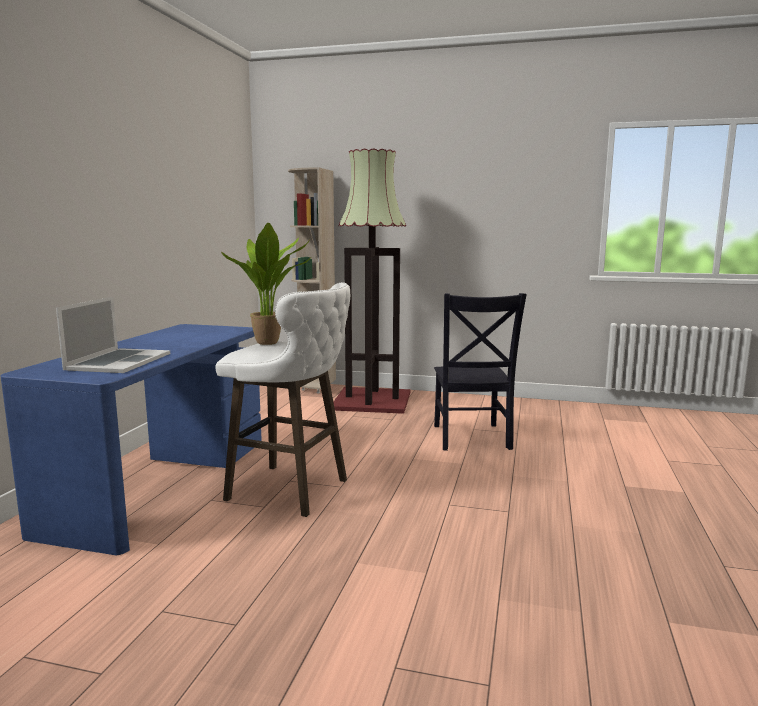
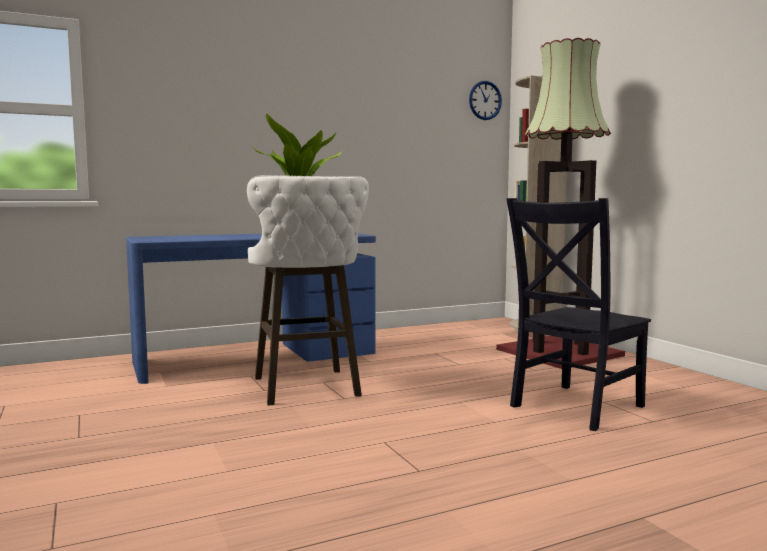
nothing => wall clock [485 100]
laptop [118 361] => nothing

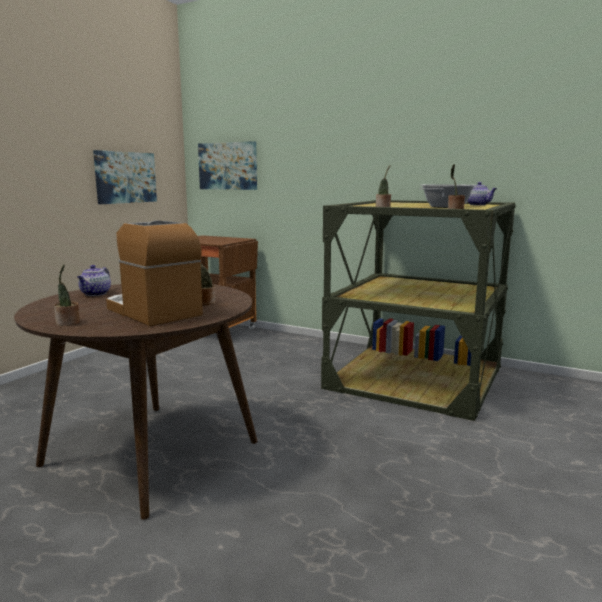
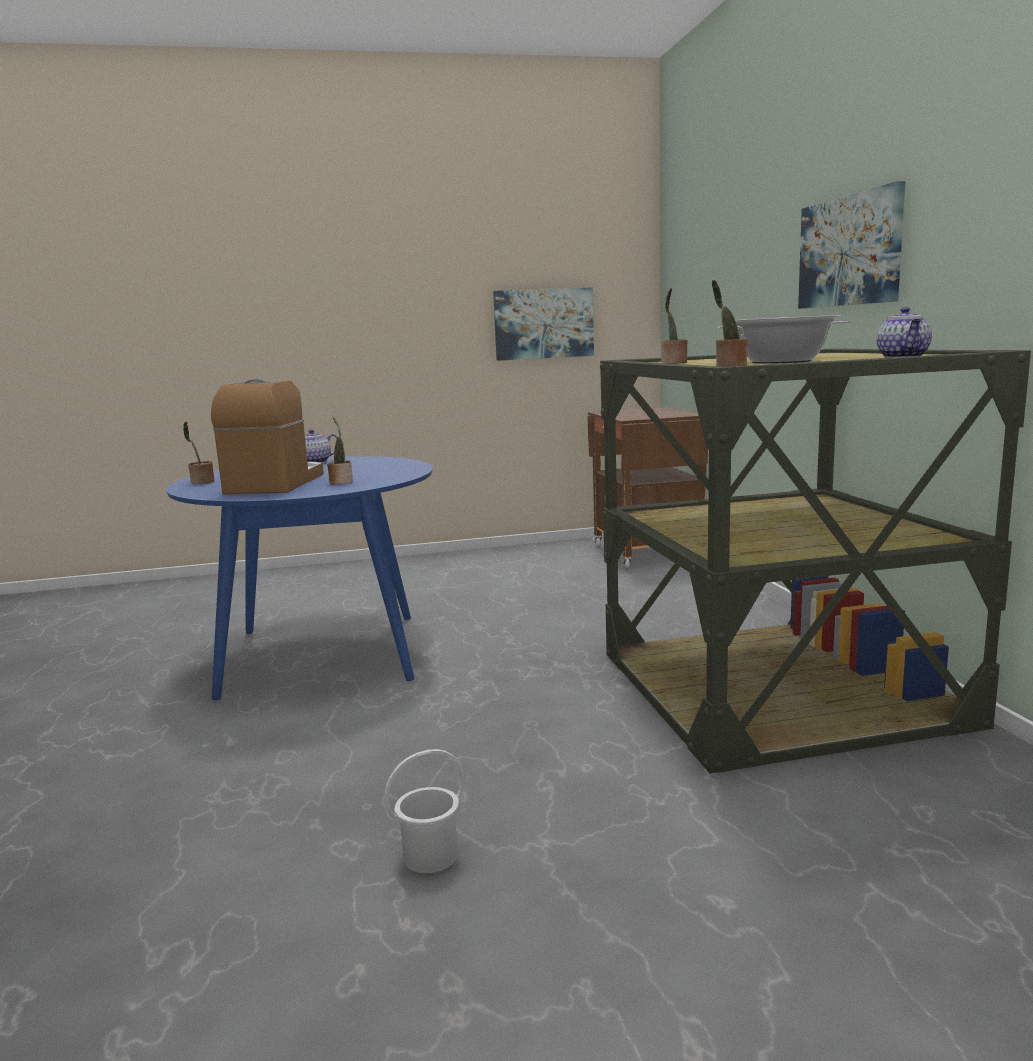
brown dining table [151 453] => blue dining table [322 654]
nothing => white bucket [431 856]
picture [228 166] => picture [850 251], shifted

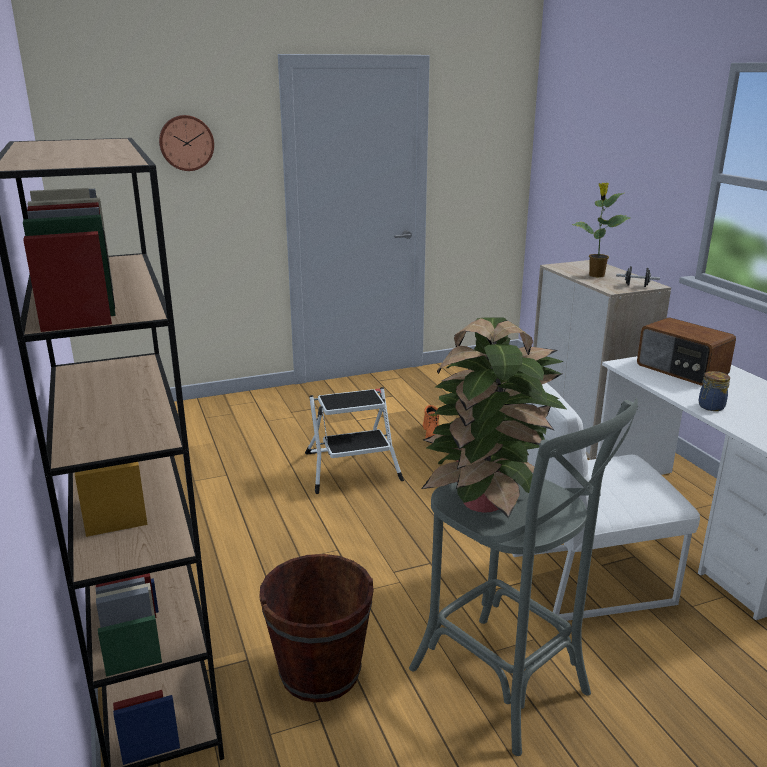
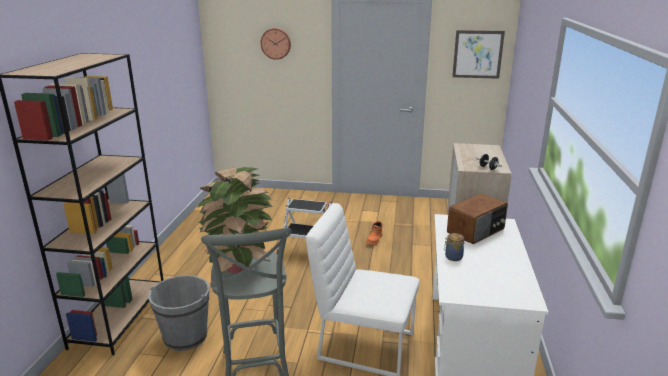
brown bucket [320 671] => grey bucket [185 337]
radio [681 370] => radio [476 231], 120 degrees counterclockwise
nothing => picture [477 54]
potted plant [596 275] => nothing

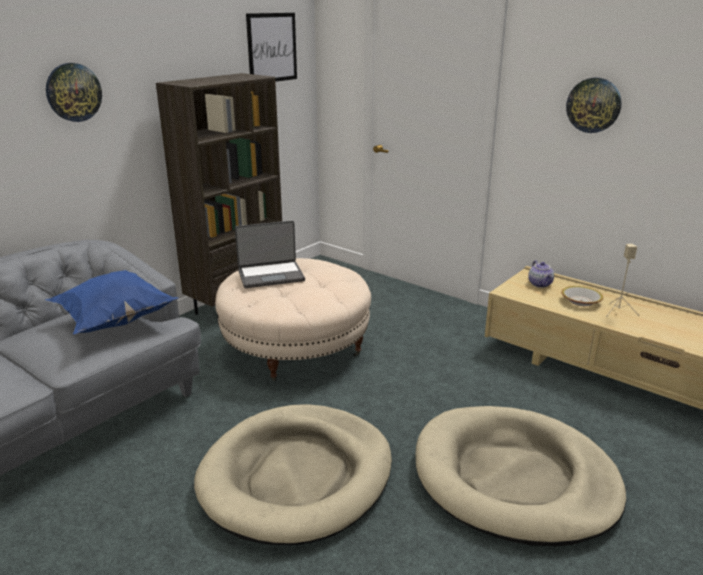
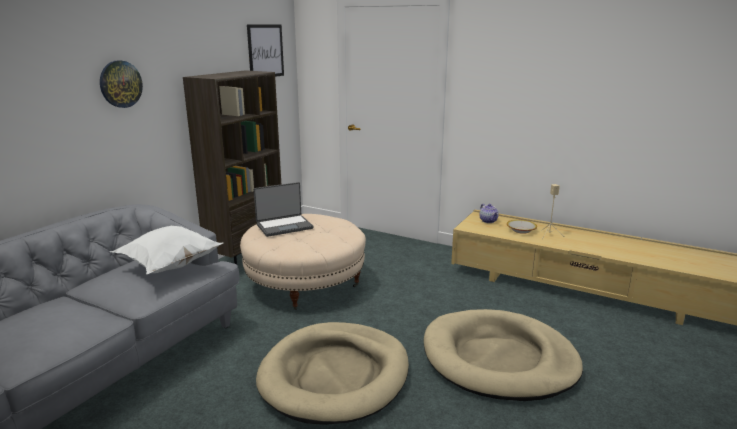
blue pillow [114 322] => white pillow [169 267]
wall clock [593 105] => nothing

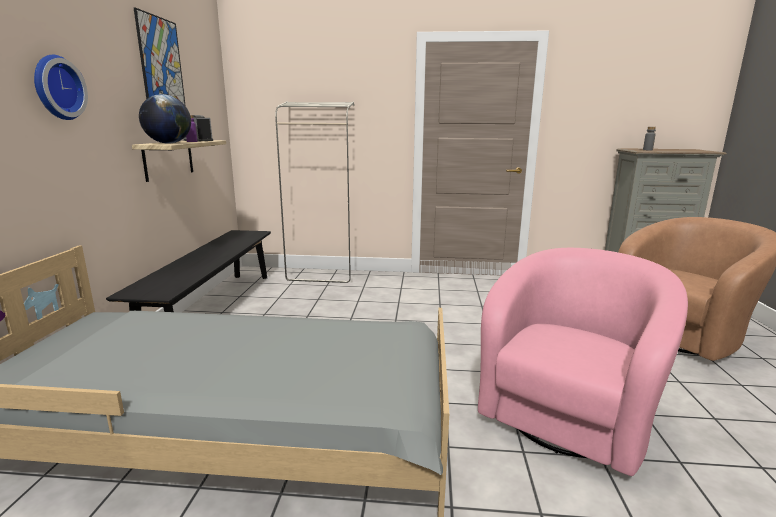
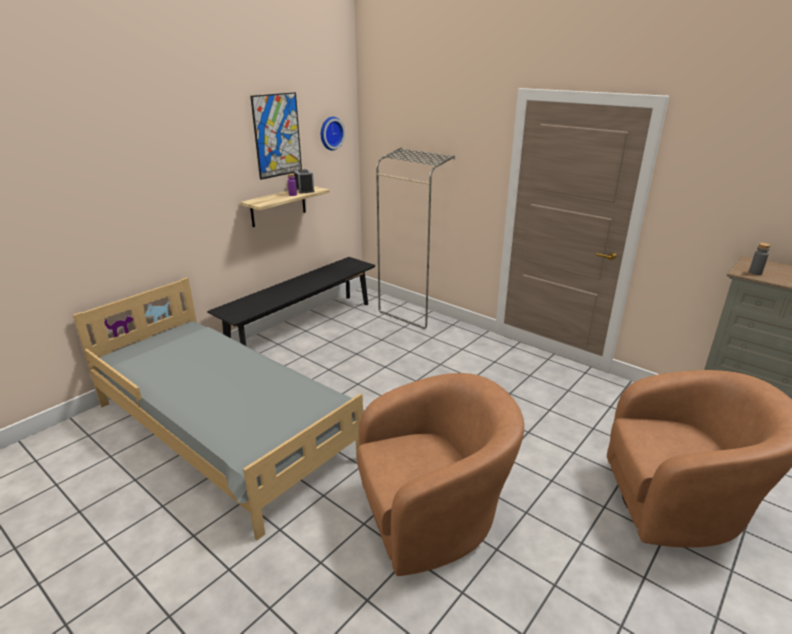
wall clock [56 88] => wall clock [330 133], shifted
pink armchair [568 415] => brown armchair [433 518]
globe [168 143] => nothing

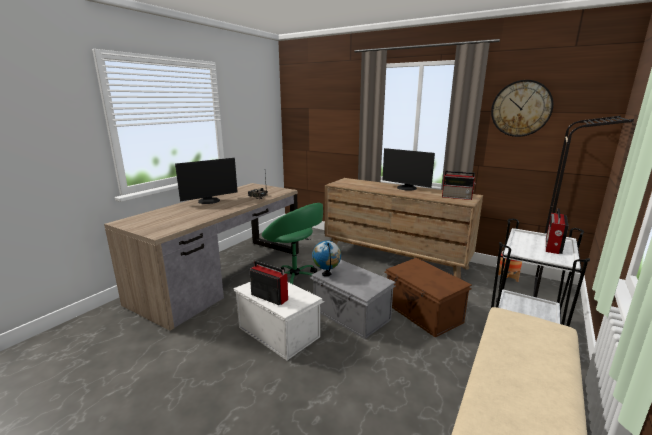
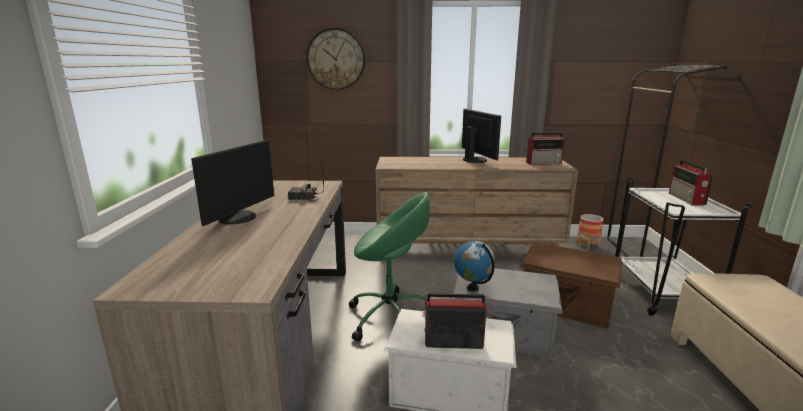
wall clock [521 108] => wall clock [336 59], shifted
monitor [406 188] => monitor [476 160], 120 degrees counterclockwise

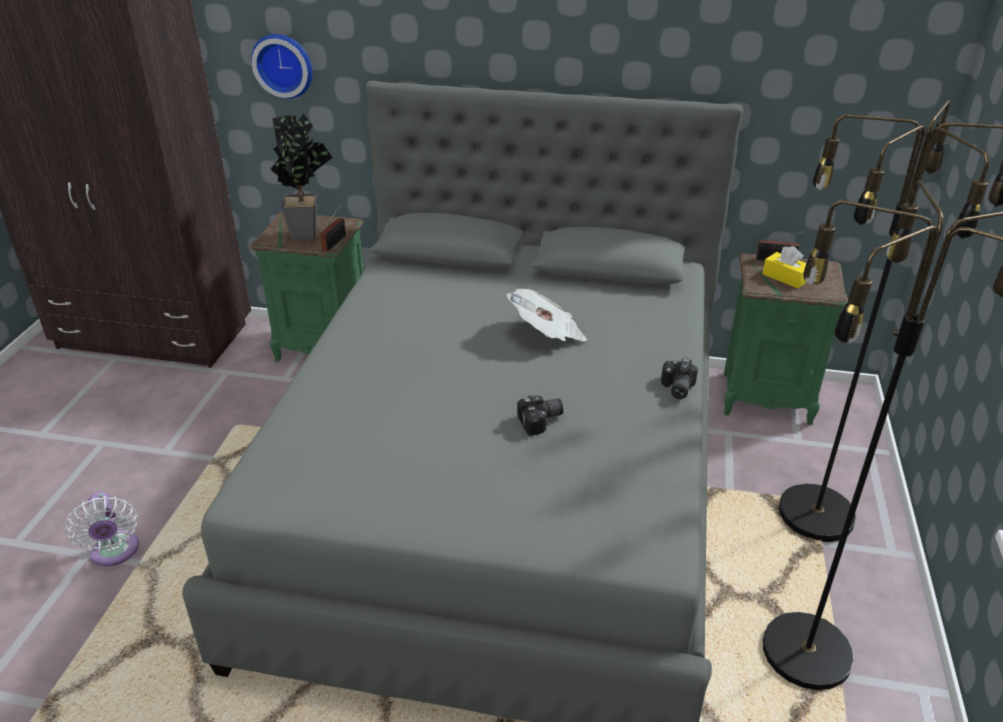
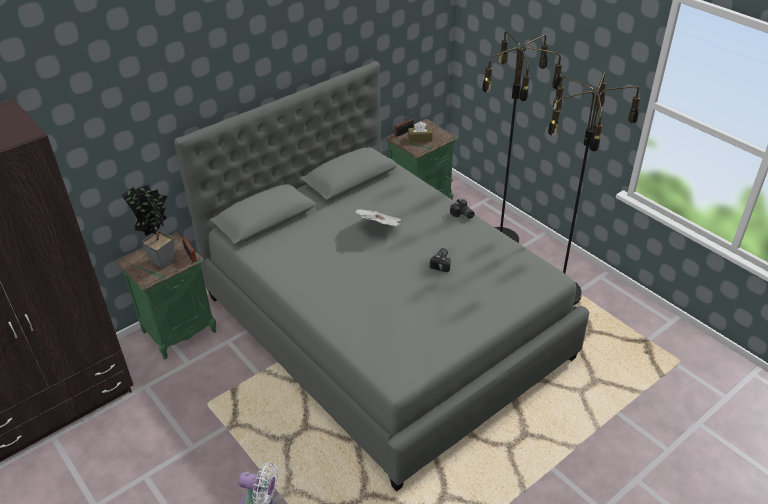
yellow tissue box [785 277] => brown tissue box [420 139]
wall clock [284 65] => nothing

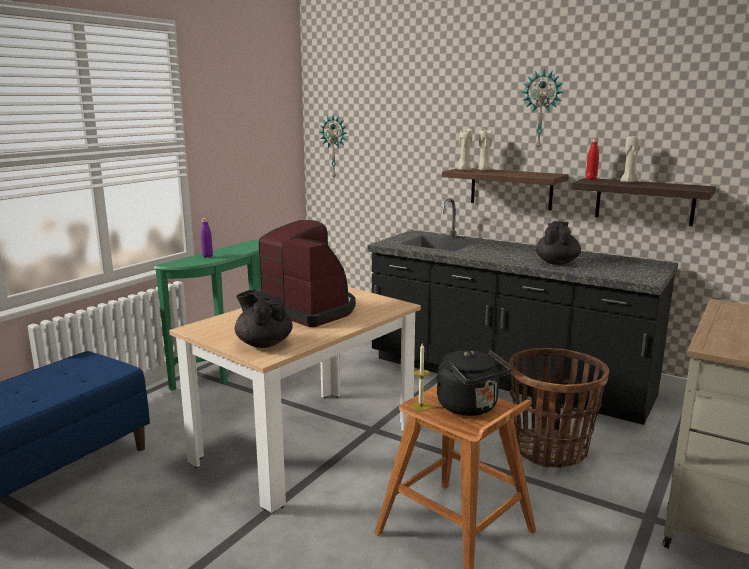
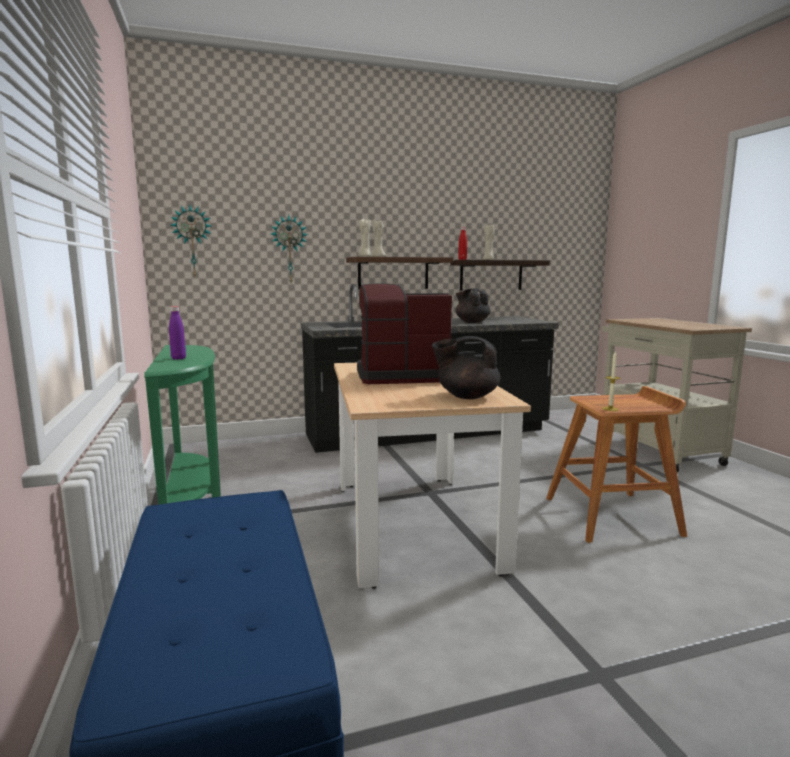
wall clock [542 110] => wall clock [289 250], shifted
black kettle [470 407] => nothing
basket [550 450] => nothing

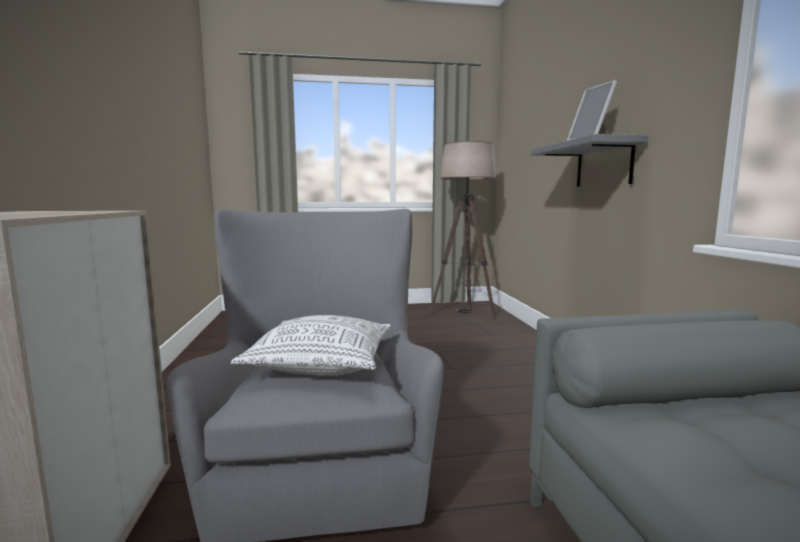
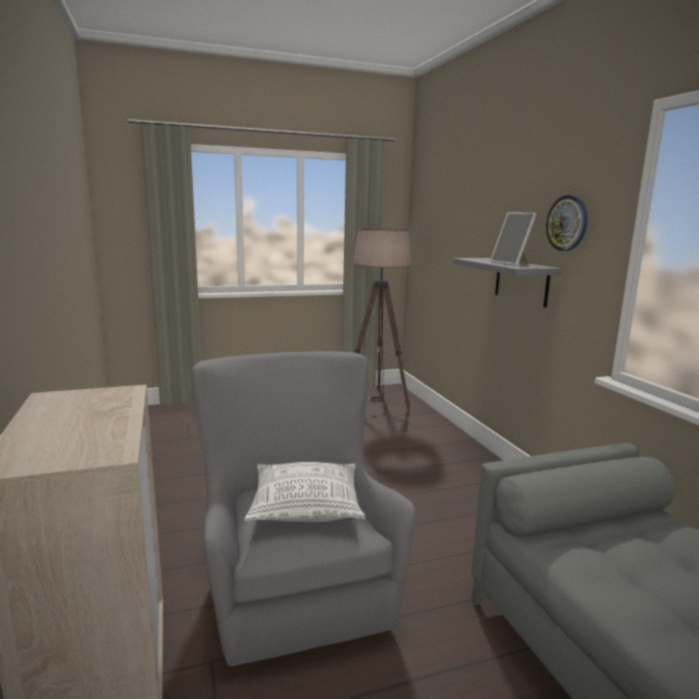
nothing => wall clock [567 223]

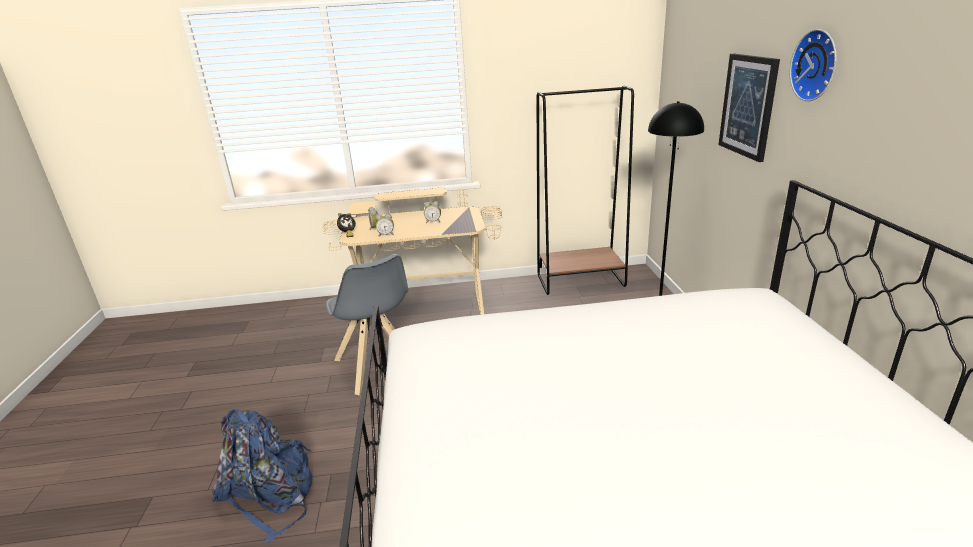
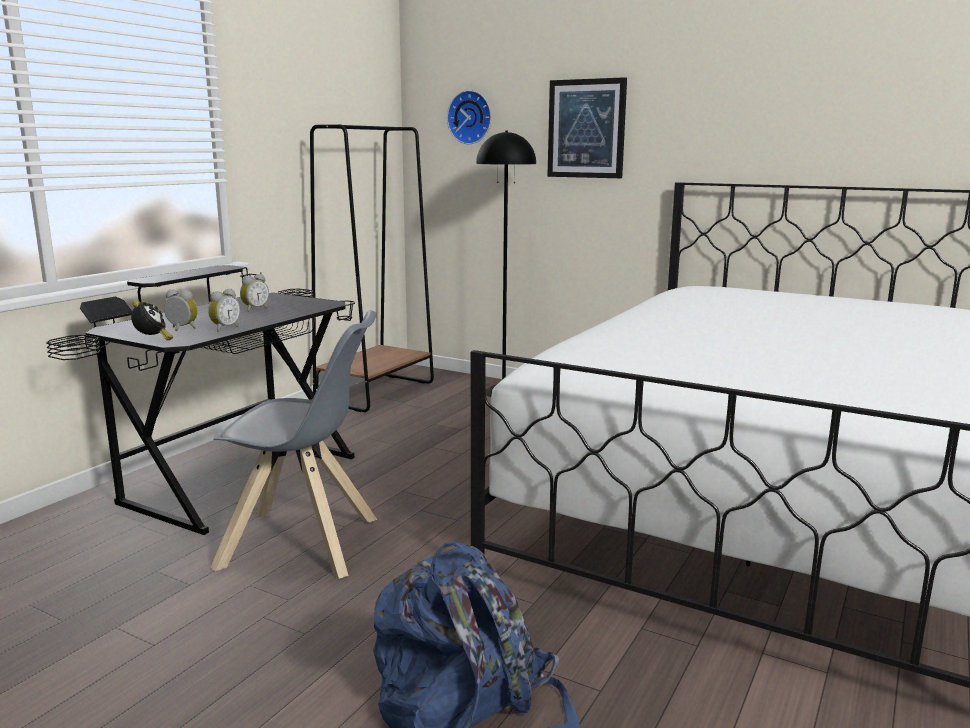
beige desk [424 312] => black desk [238 477]
wall clock [817 65] => wall clock [471 117], shifted

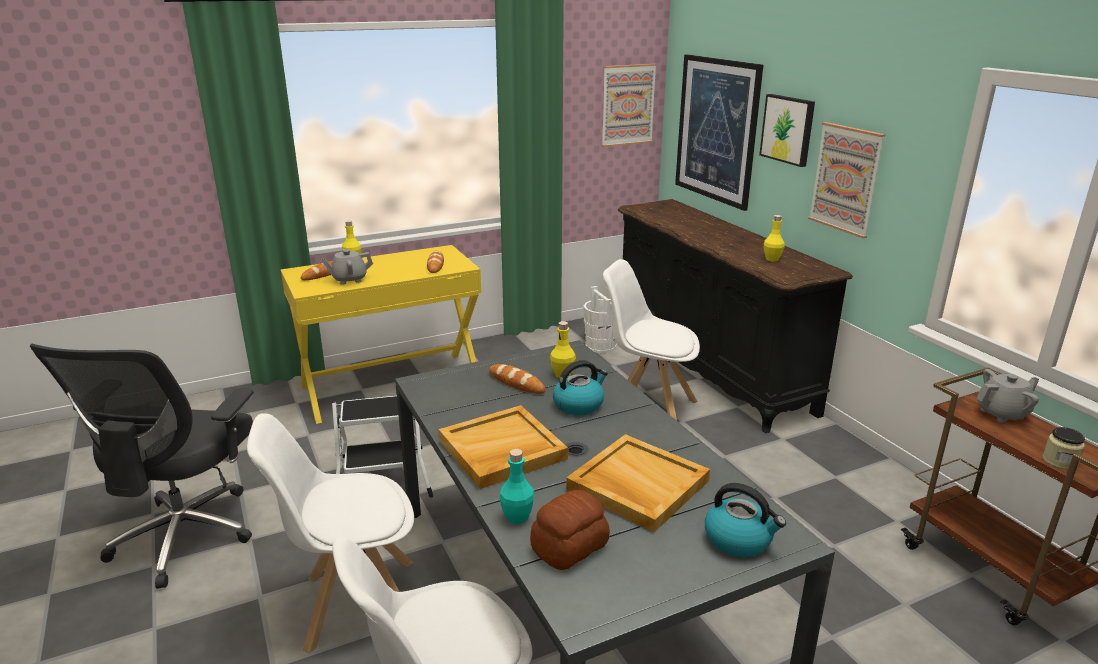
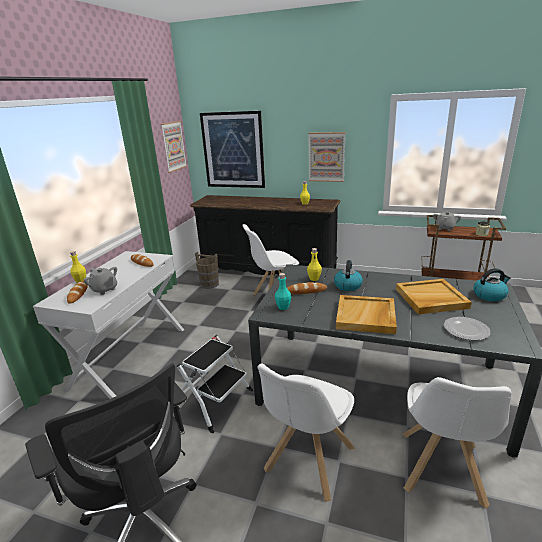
yellow console table [391 385] => white console table [129 356]
grey teapot [349 279] => grey teapot [104 290], 75 degrees counterclockwise
white bucket [600 346] => brown bucket [209 284]
turquoise bottle [517 517] => turquoise bottle [283 307], shifted
bread [571 547] => plate [466 330]
picture [788 129] => nothing

